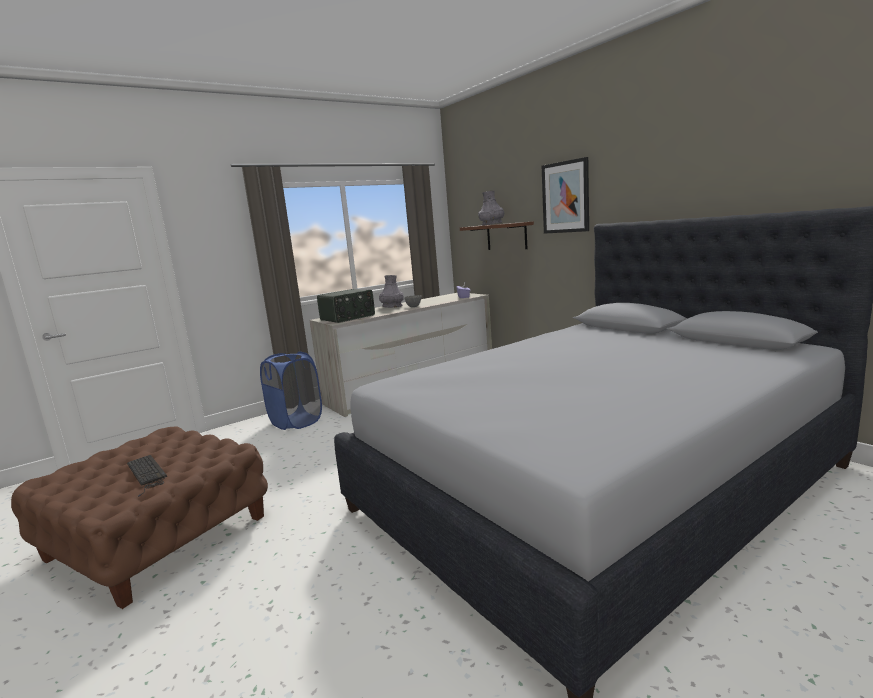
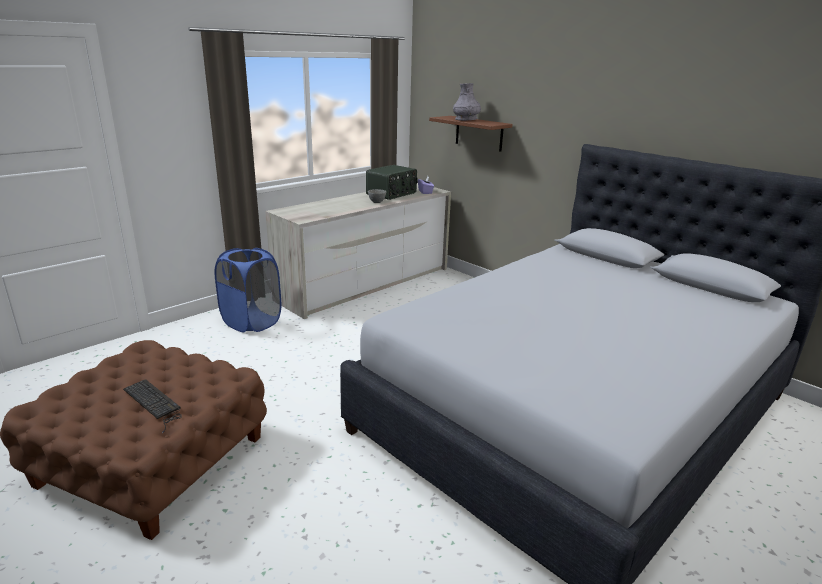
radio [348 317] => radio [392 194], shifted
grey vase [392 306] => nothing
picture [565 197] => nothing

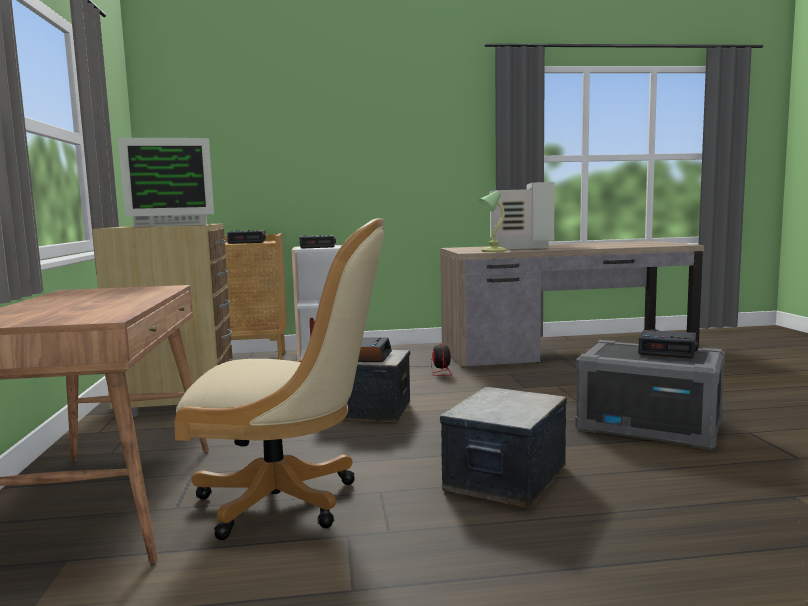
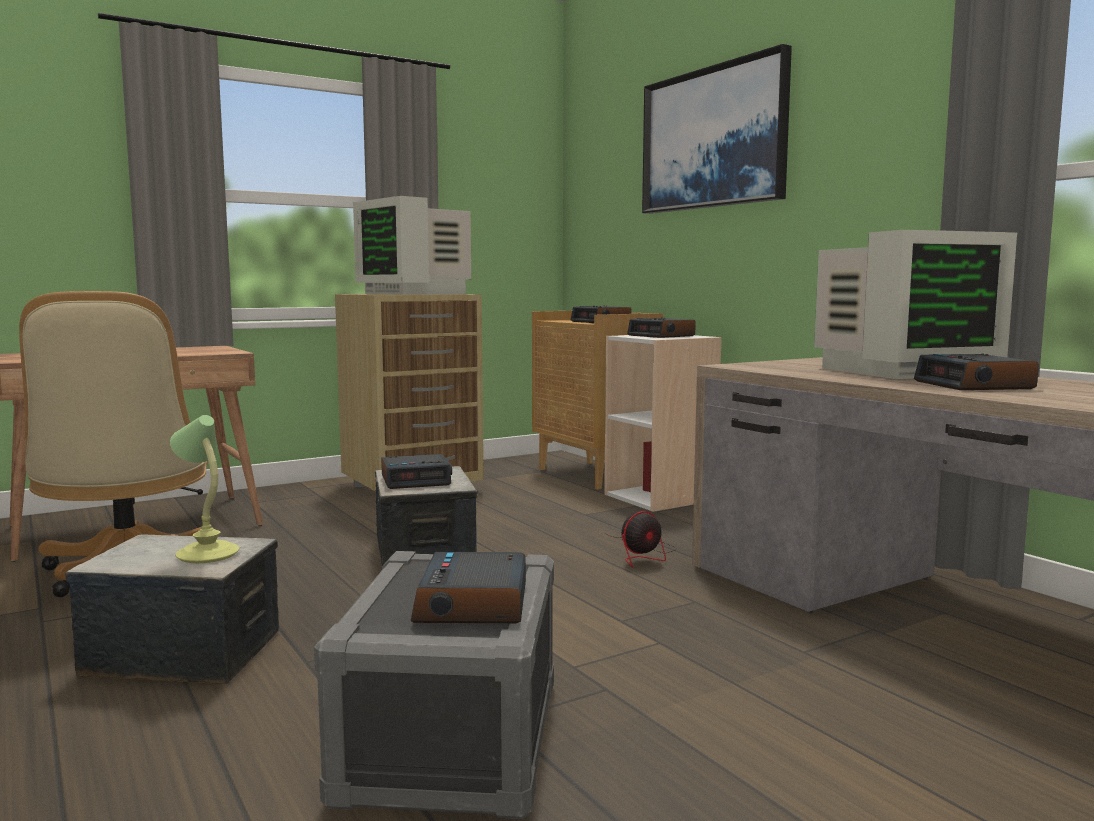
table lamp [492 251] => table lamp [207 554], shifted
nothing => picture [713 138]
nothing => alarm clock [974 385]

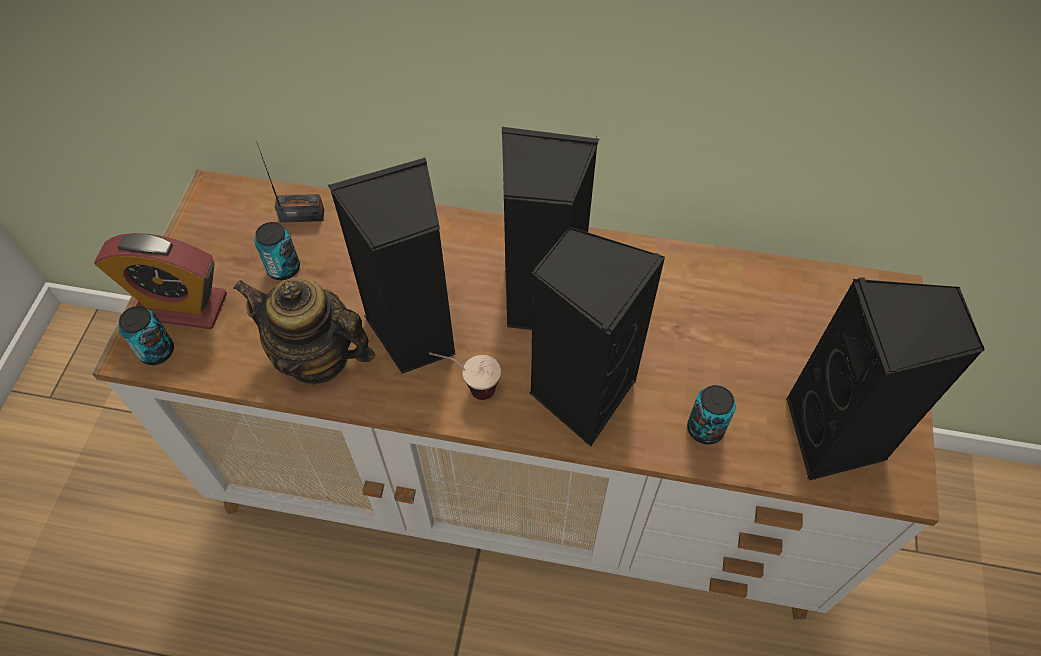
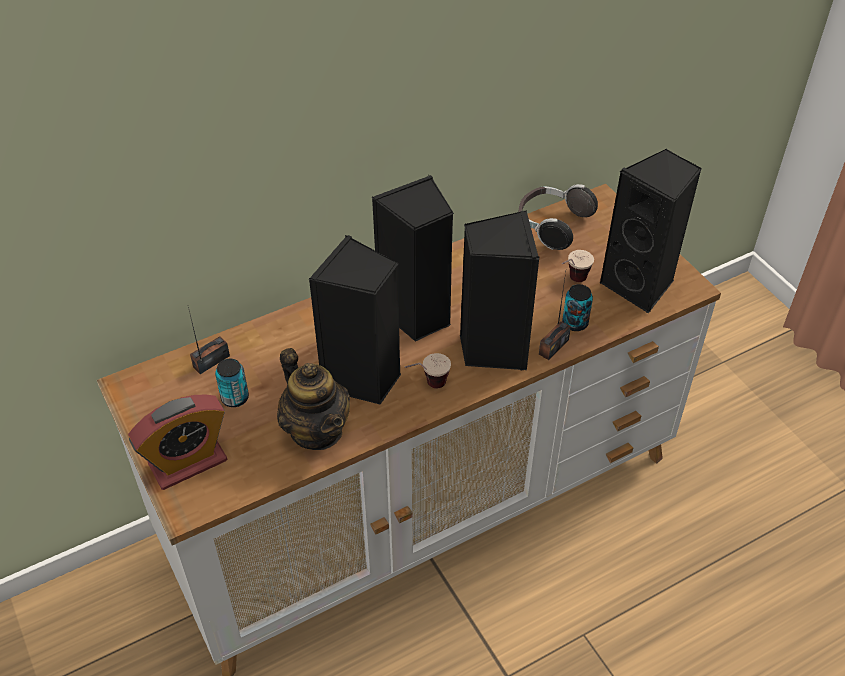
teapot [317 357] => teapot [317 430], 105 degrees counterclockwise
nothing => headphones [552 226]
nothing => radio [553 346]
nothing => cup [572 282]
can [157 351] => nothing

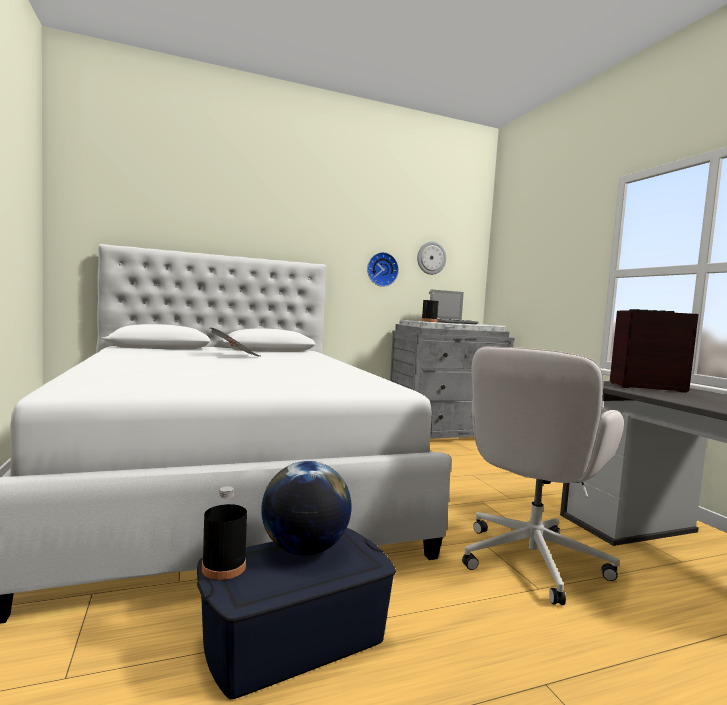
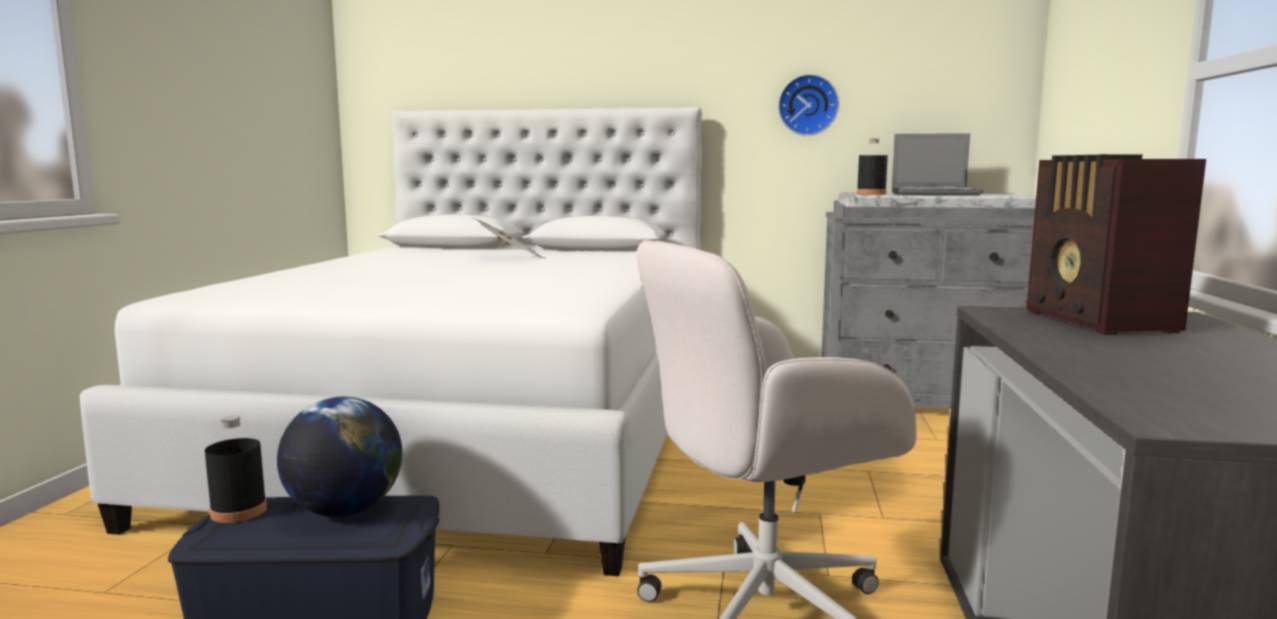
radio [645 387] => radio [1099 322], 135 degrees counterclockwise
wall clock [431 258] => nothing

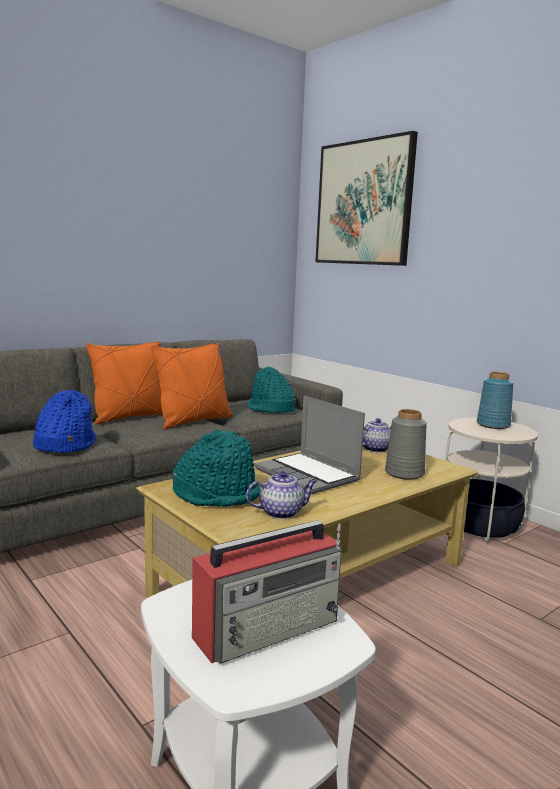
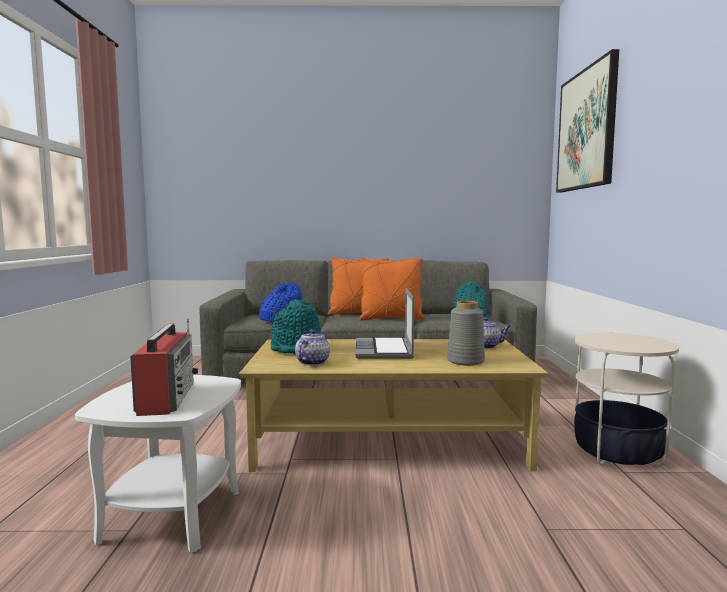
radio [269 628] => radio [166 397], 105 degrees counterclockwise
teapot [281 512] => teapot [312 362], 90 degrees counterclockwise
blue vase [492 425] => nothing

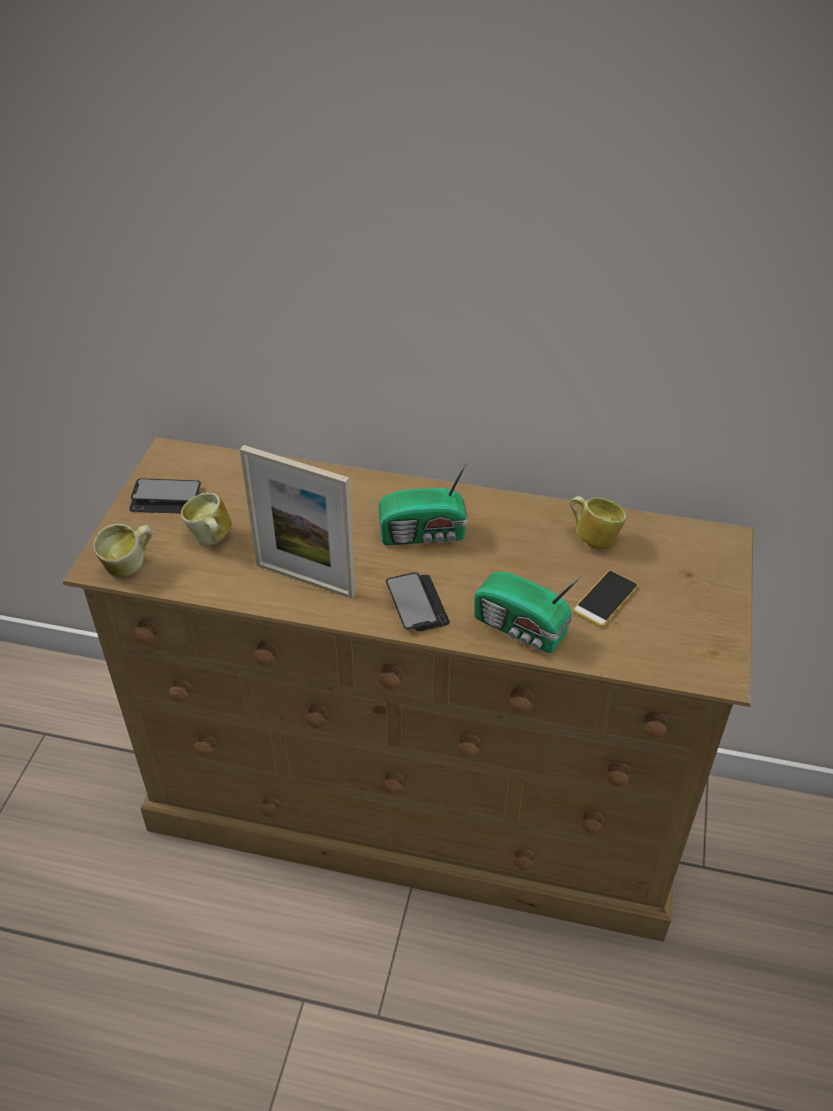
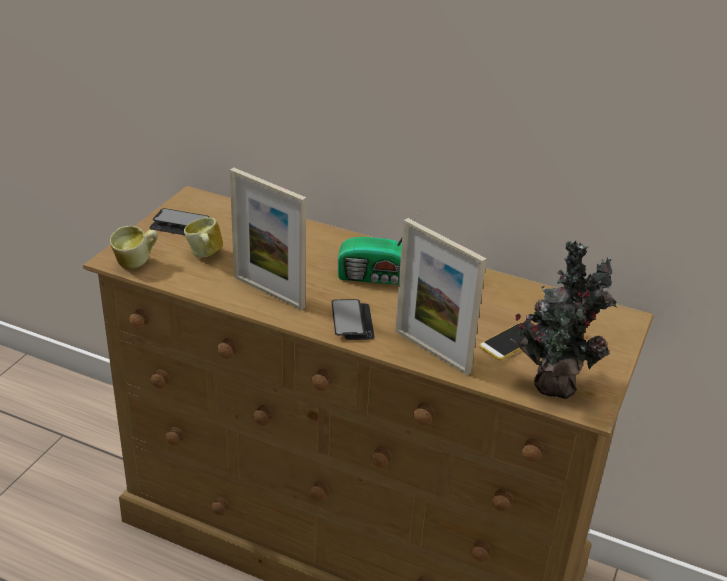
radio [521 629] => picture frame [432 351]
nothing => potted plant [553 383]
mug [593 537] => nothing

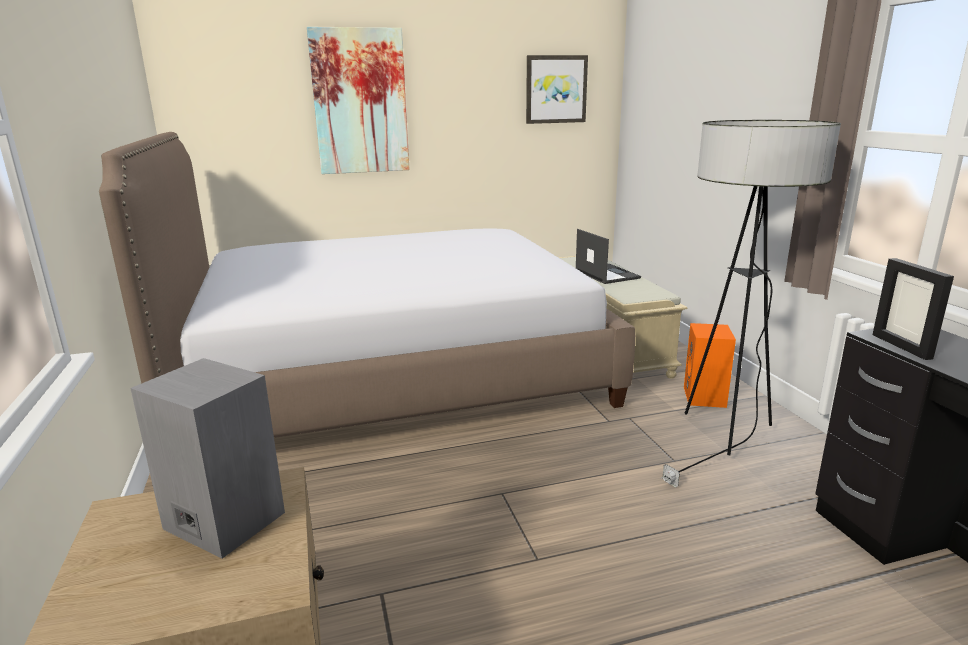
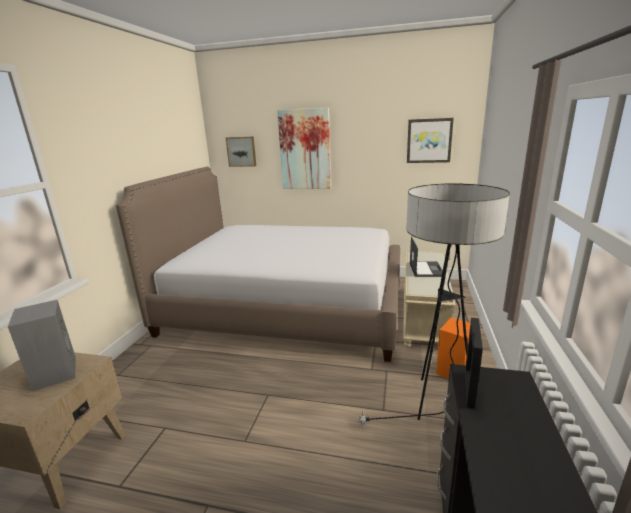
nothing => picture [241 151]

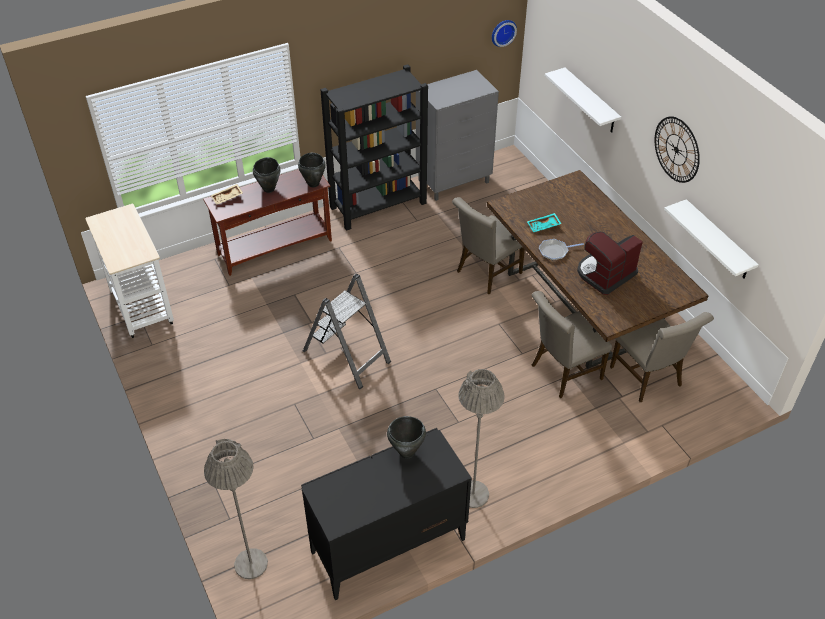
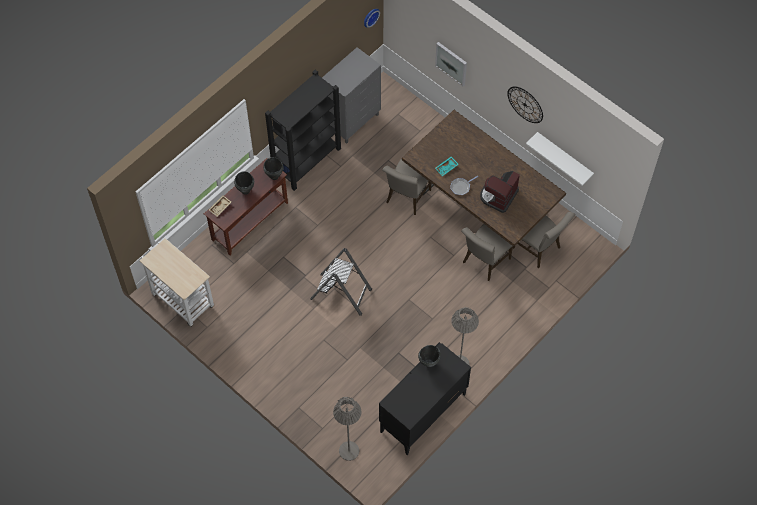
white shelf [590 101] => picture [451 63]

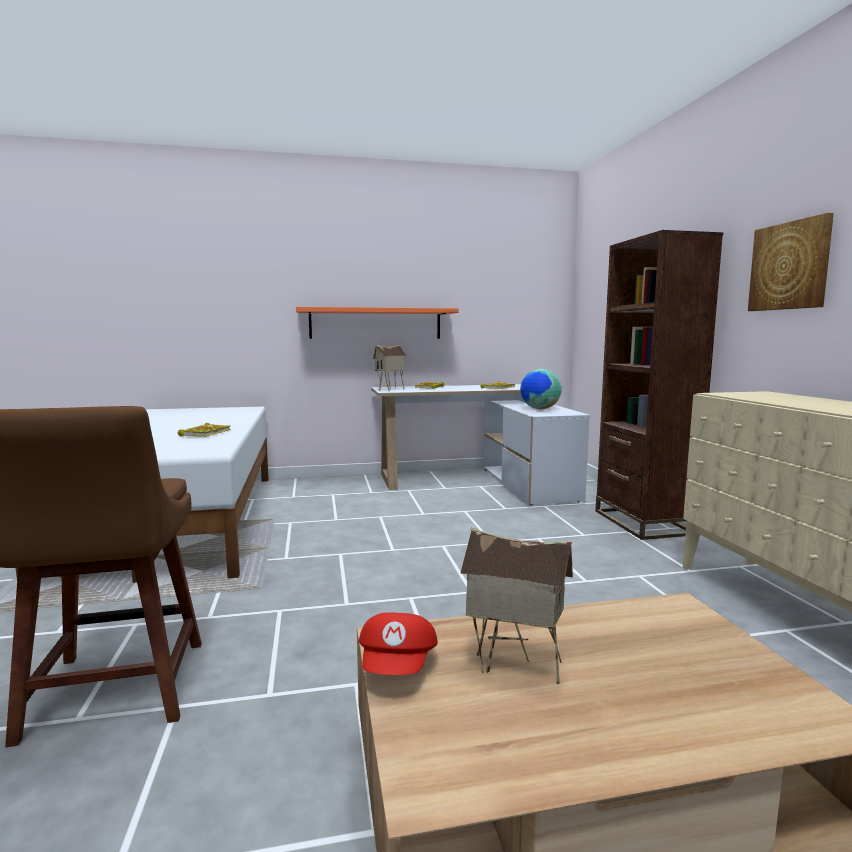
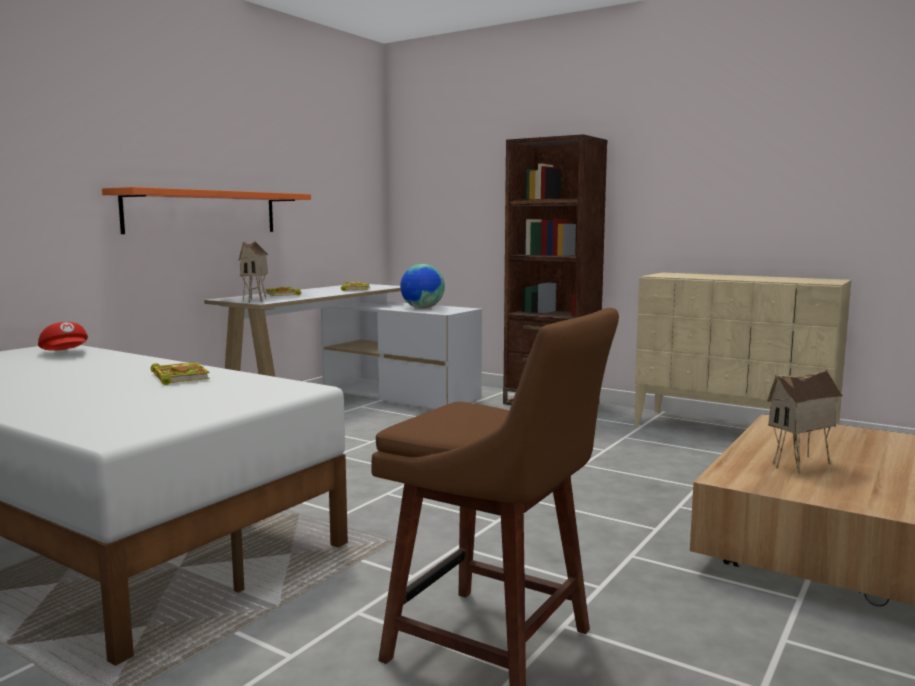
red cap [398 666] => red cap [66 353], shifted
picture [790 266] => nothing

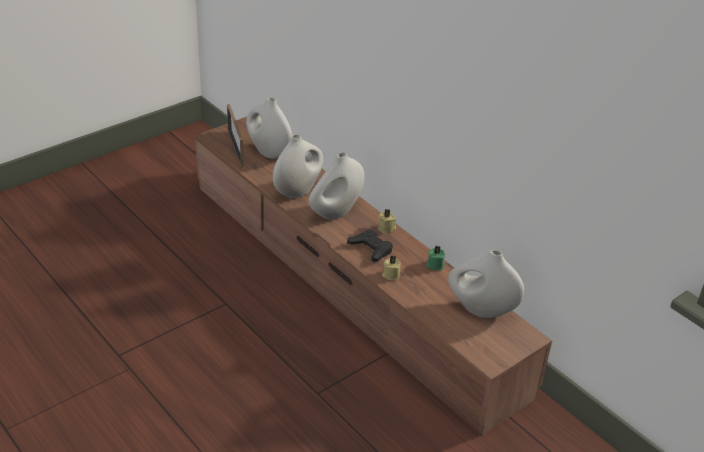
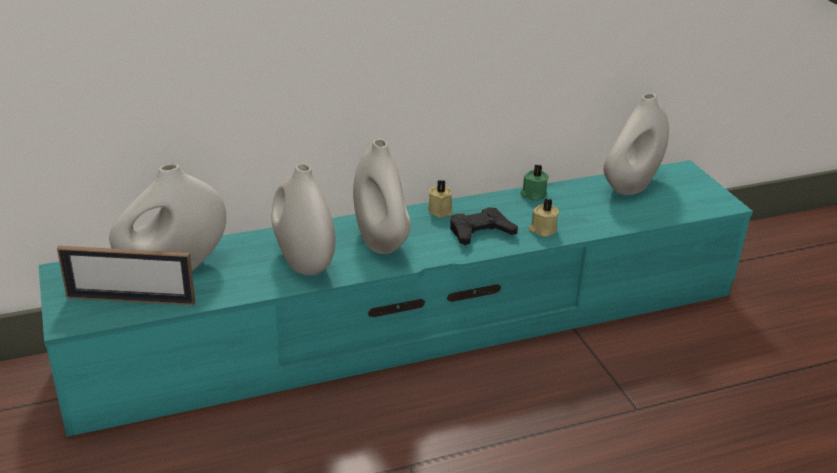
brown tv stand [349 280] => turquoise tv stand [414 325]

